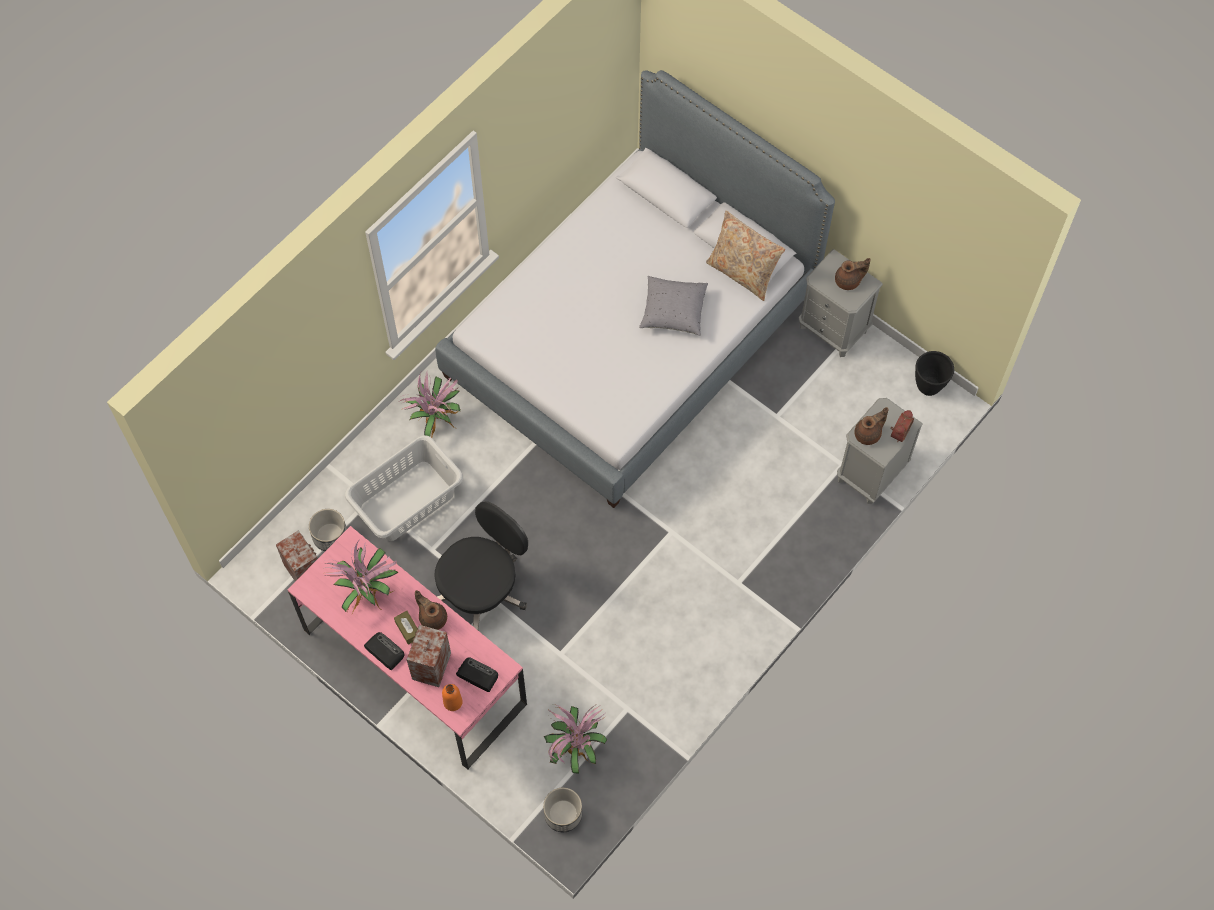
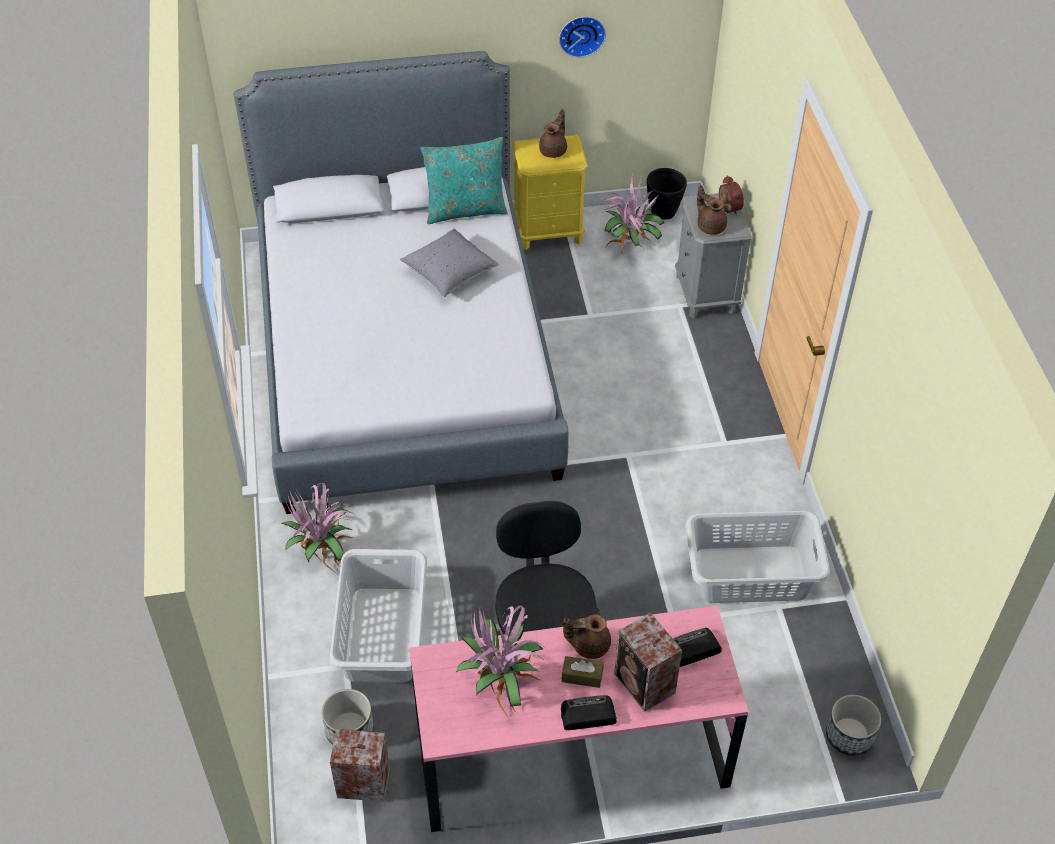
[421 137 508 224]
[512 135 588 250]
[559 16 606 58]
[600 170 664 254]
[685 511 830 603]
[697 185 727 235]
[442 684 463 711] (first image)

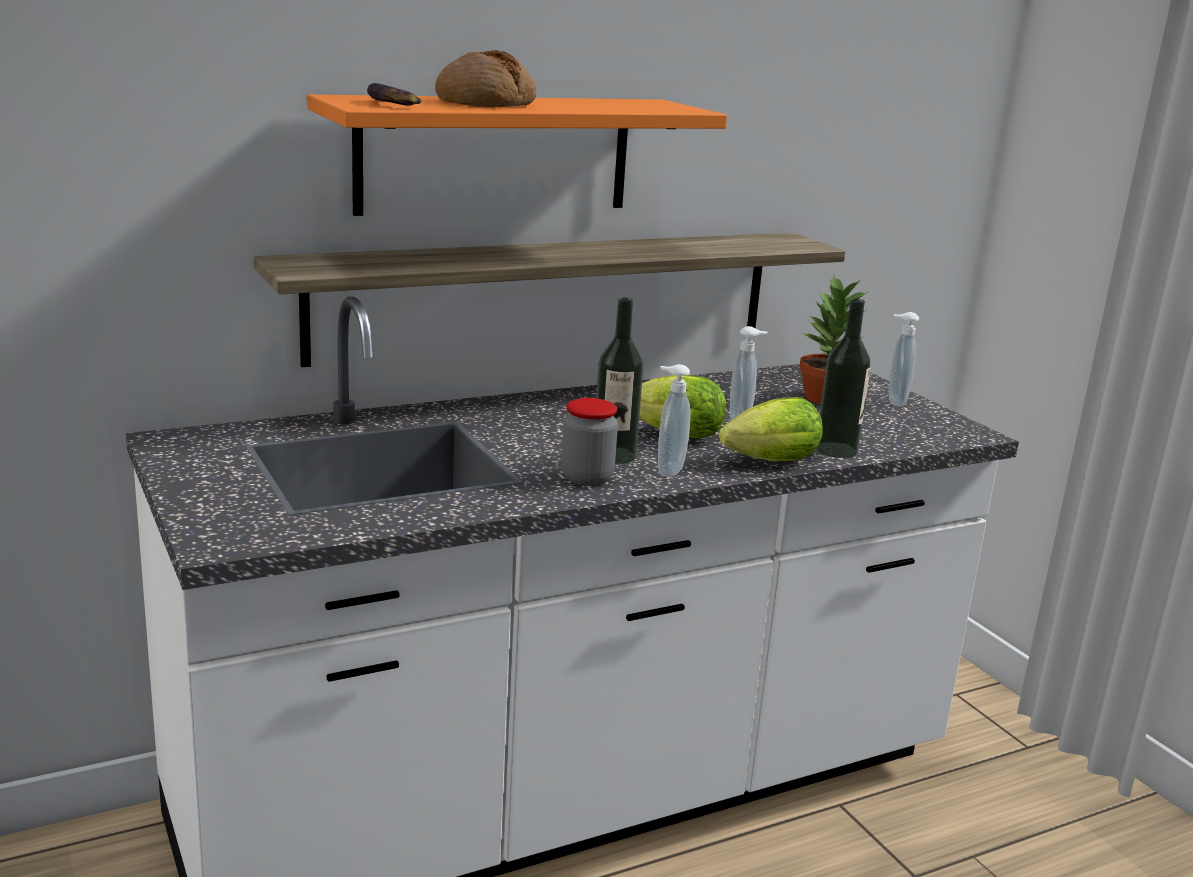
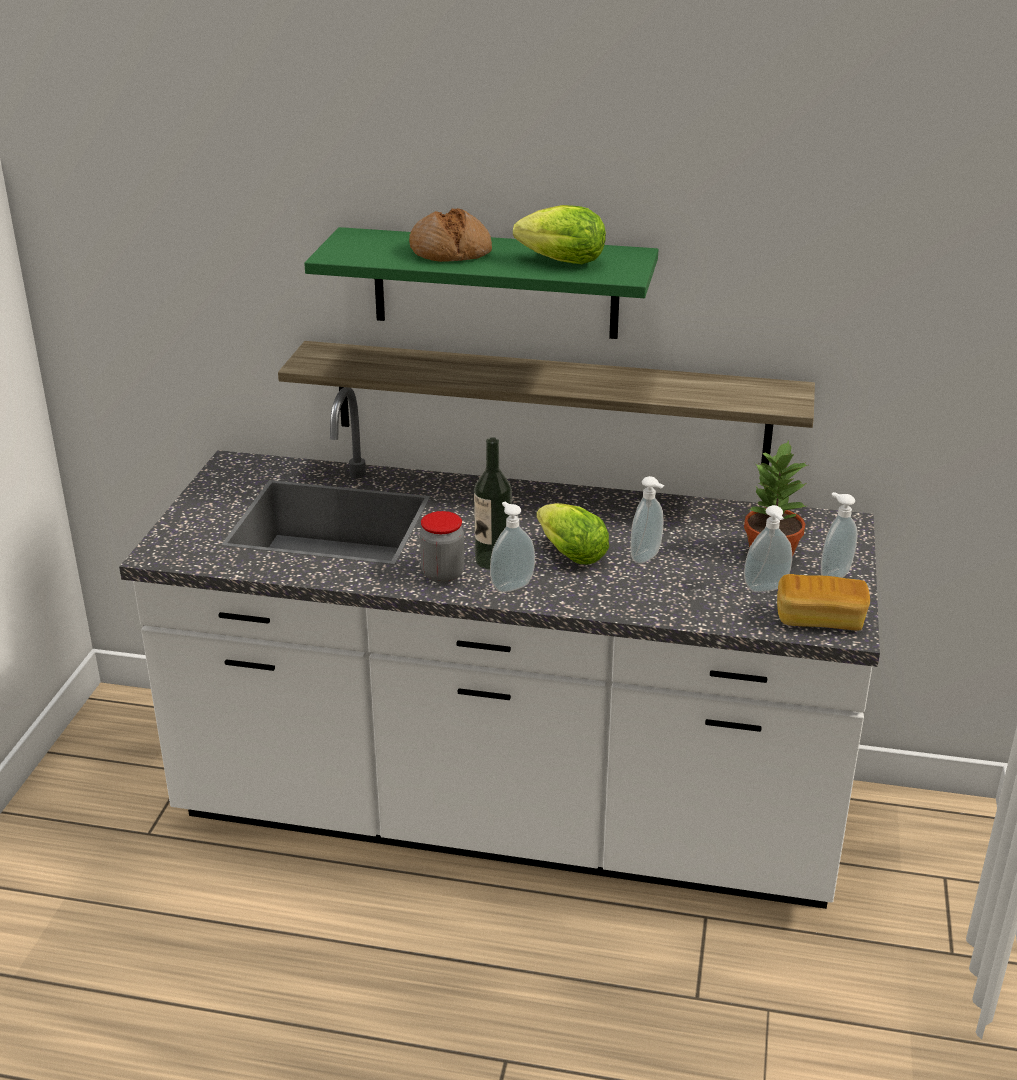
[304 227 658 339]
[513 205 606 264]
[744 505 792 592]
[777 574 870 630]
[367 83 421 106] (first image)
[816 299 871 458] (first image)

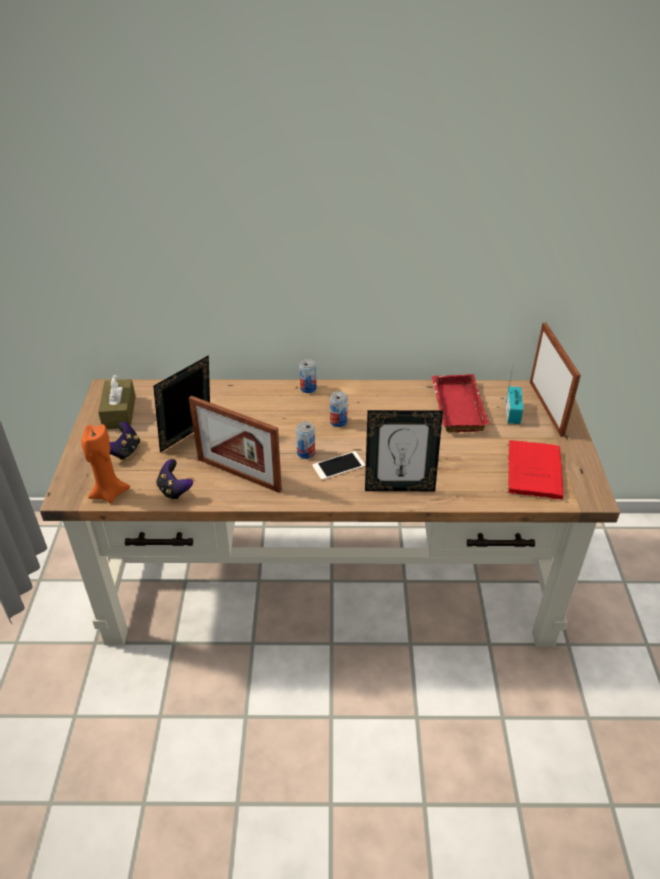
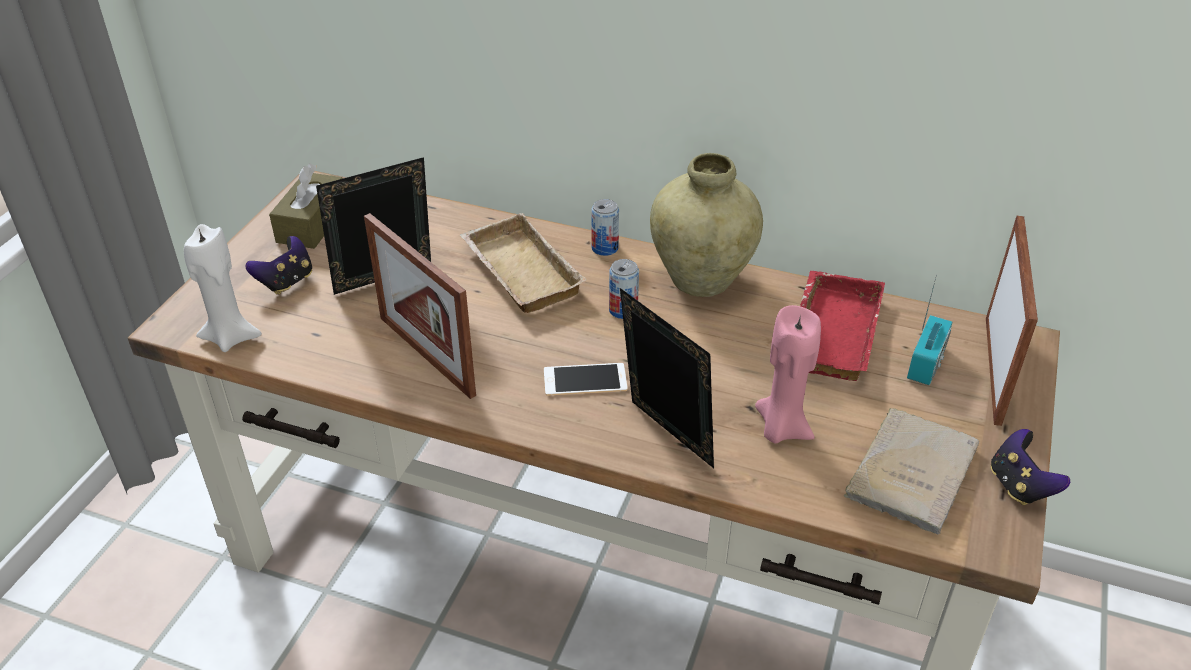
[184 224 262 352]
[460 213 587 313]
[620 288 714 468]
[650 153 763 297]
[755 305 821 443]
[844 408 979 535]
[990 429 1070 505]
[296 422 315 459] (first image)

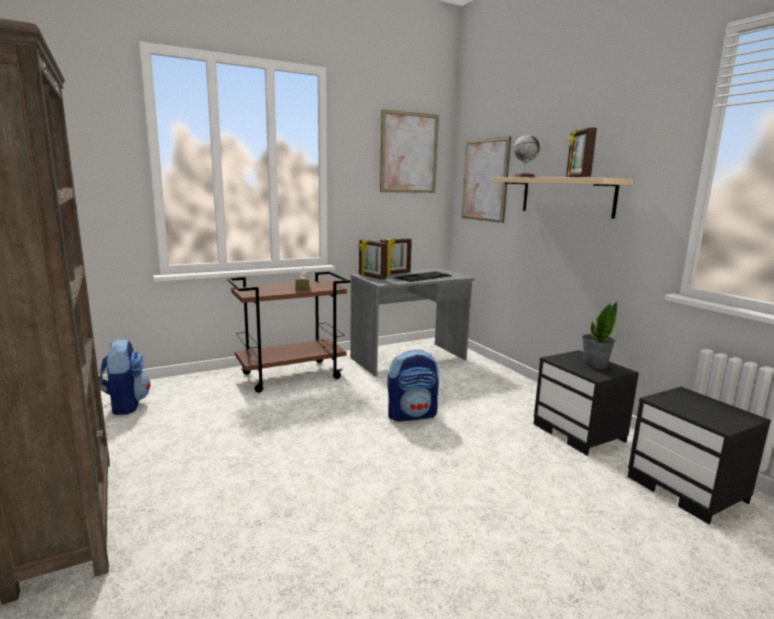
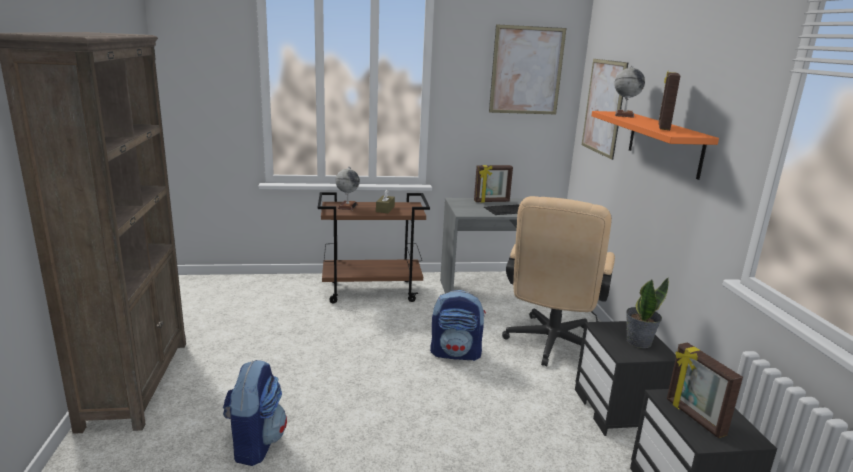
[223 360 287 466]
[336 167 360 210]
[502 196 615 366]
[592 111 719 180]
[667 342 743 438]

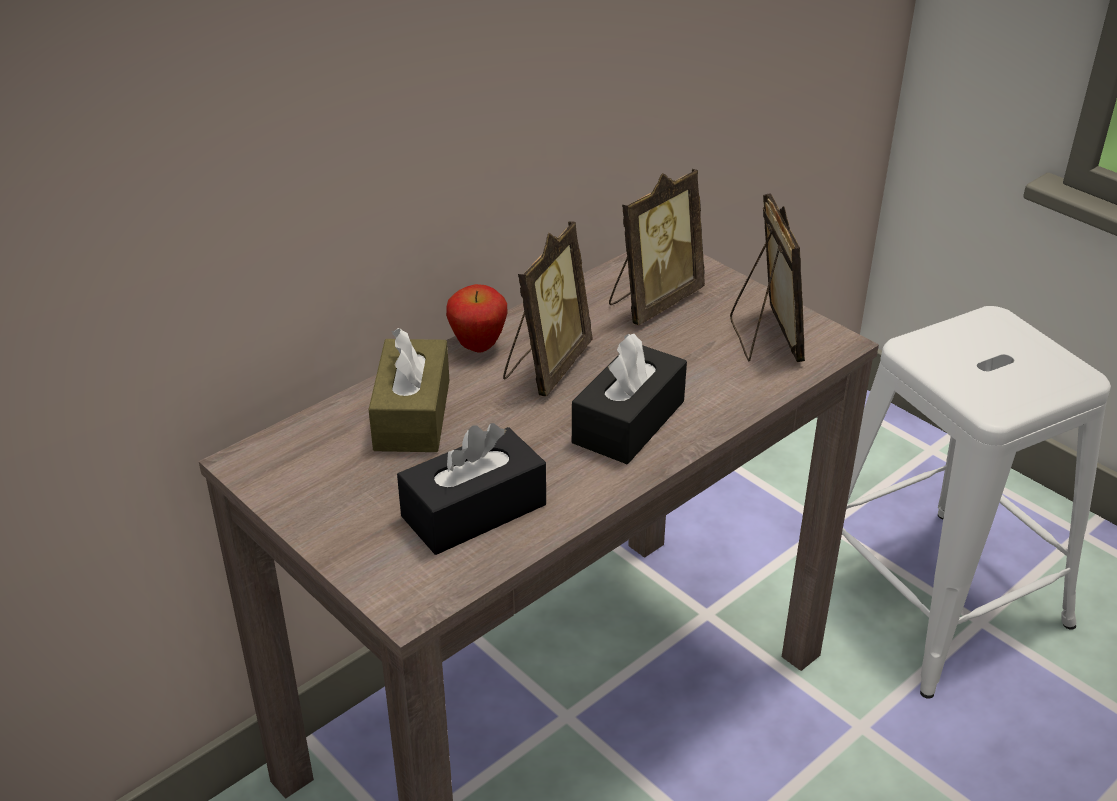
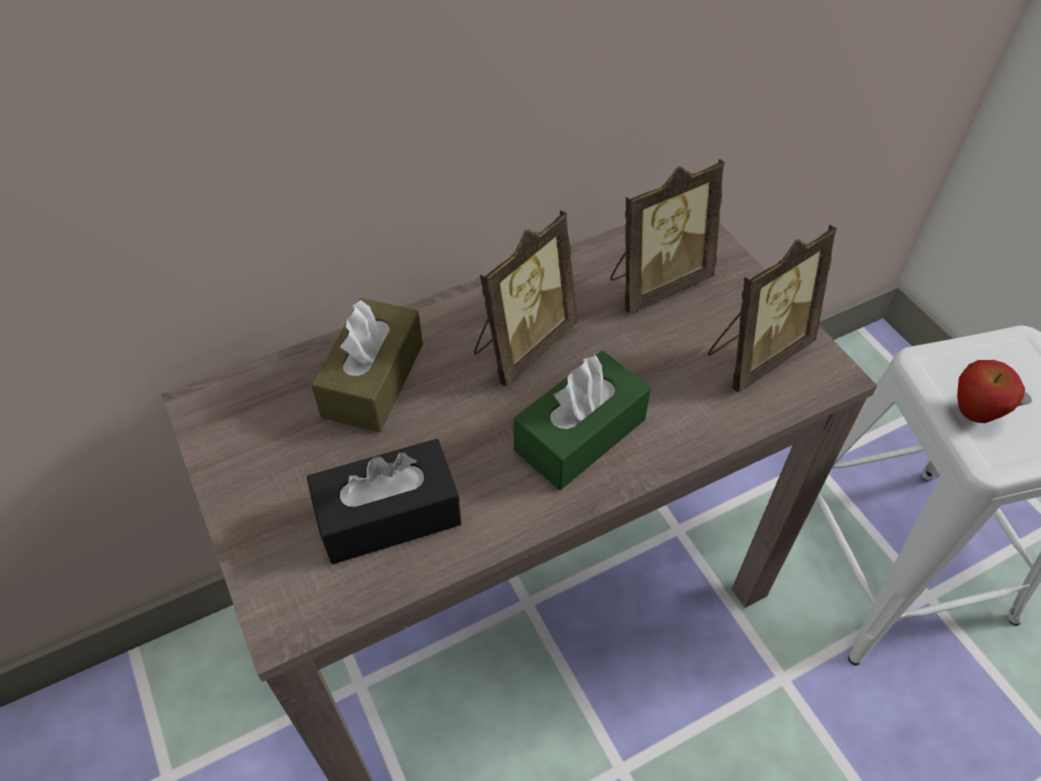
[513 351 651 490]
[708 225 837 393]
[957 360 1025 423]

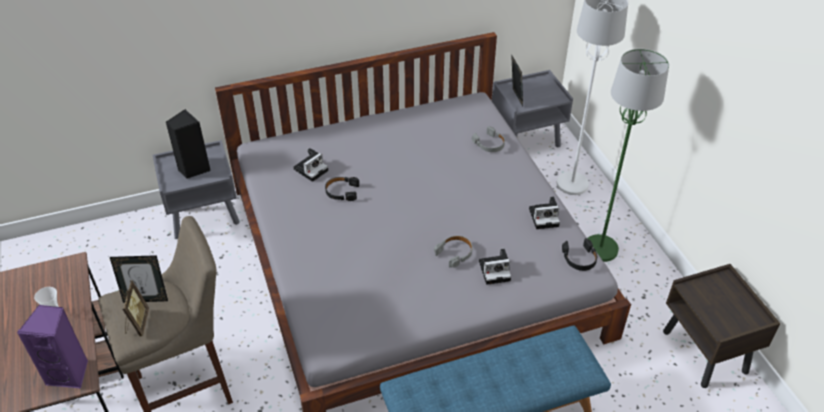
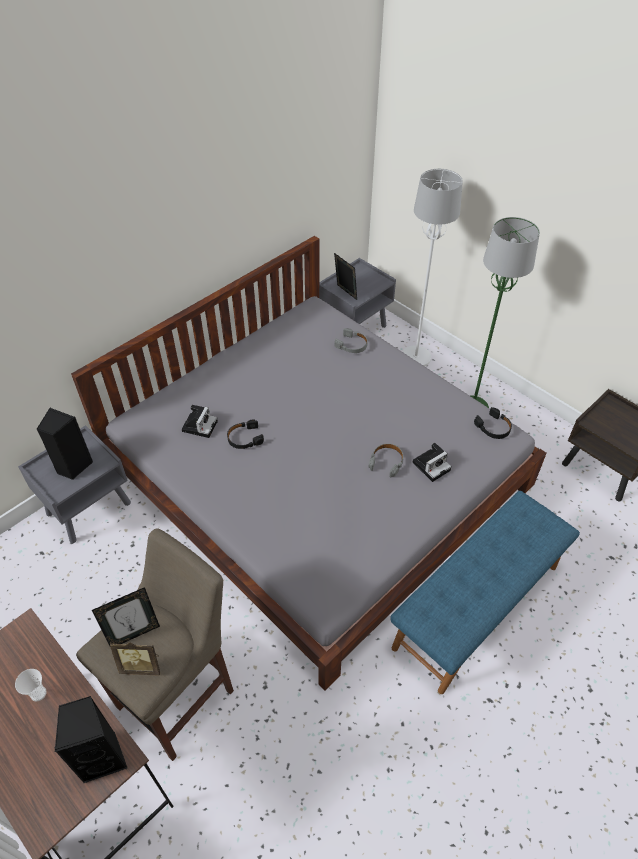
[55 696 127 783]
[110 642 160 675]
[529 196 560 229] (first image)

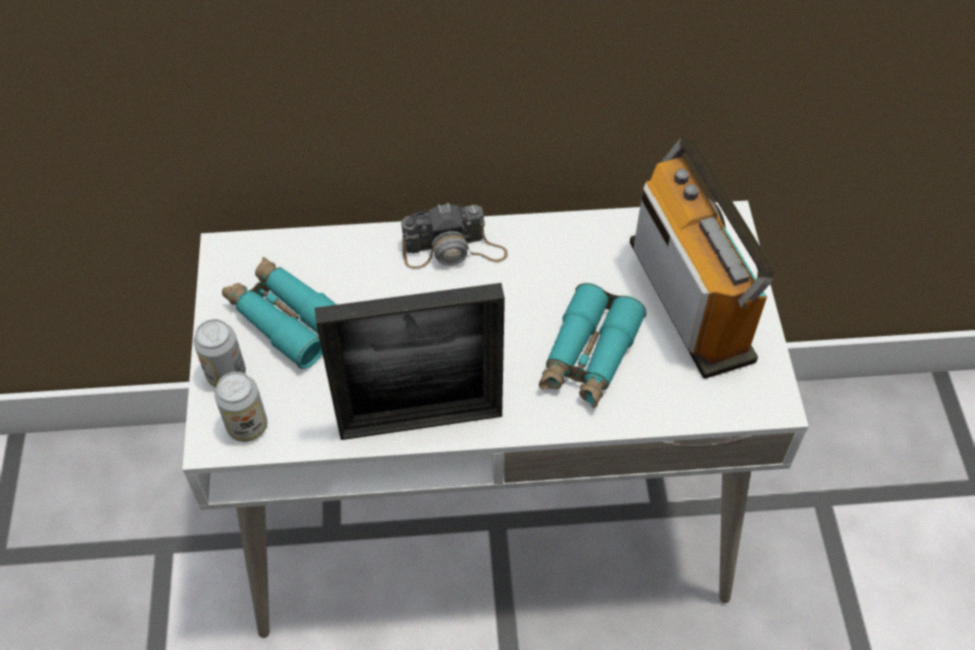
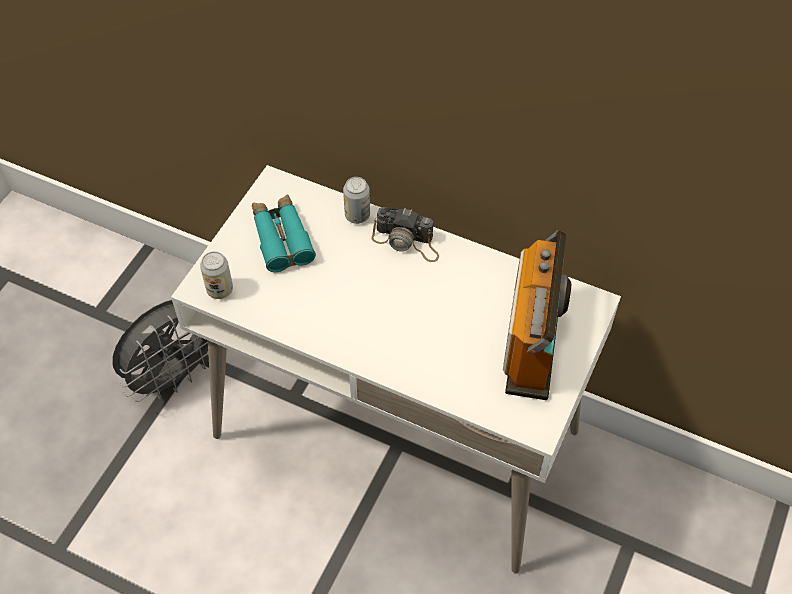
[113 300 208 402]
[343 177 370 224]
[315 283 505 440] (first image)
[539 283 647 408] (first image)

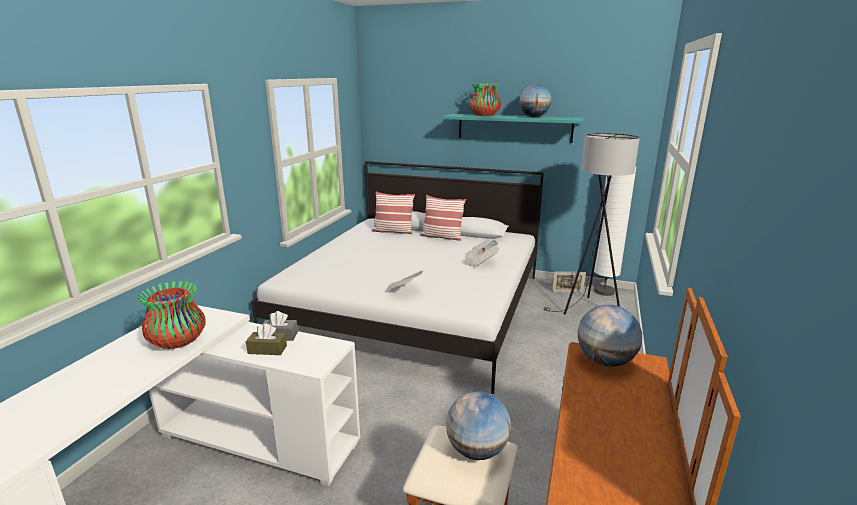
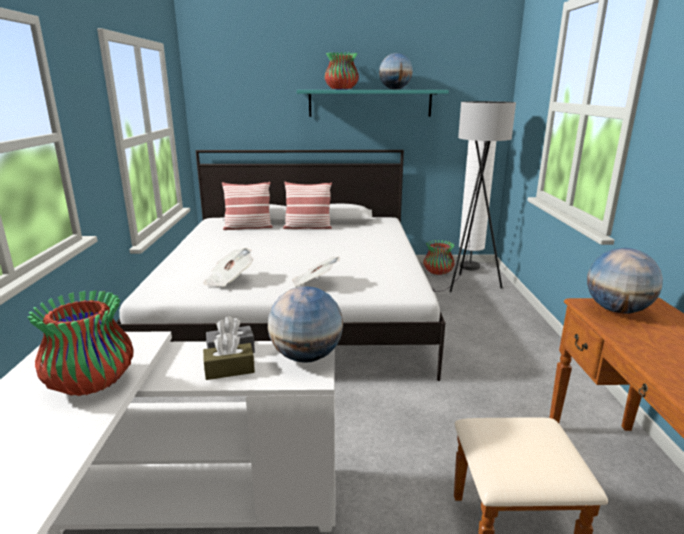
[204 248 253 287]
[268 287 343 363]
[423 240 454 275]

